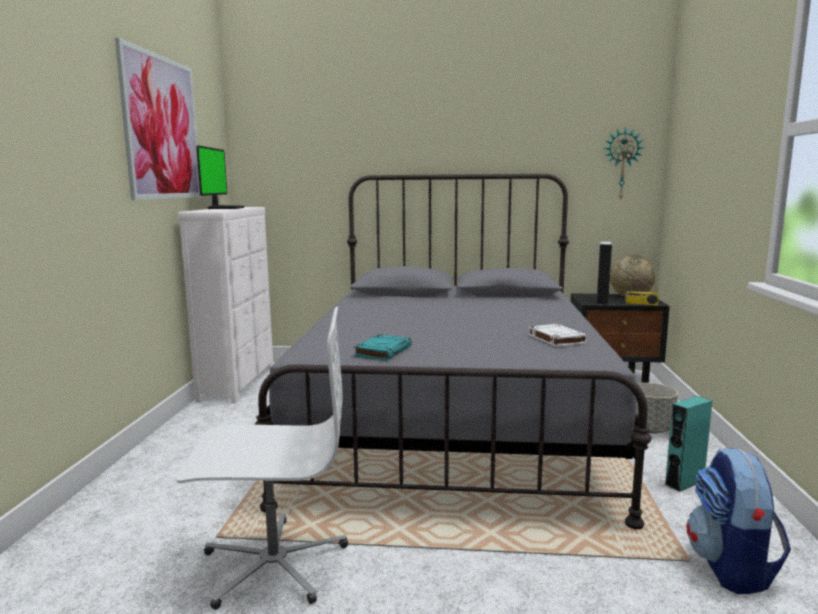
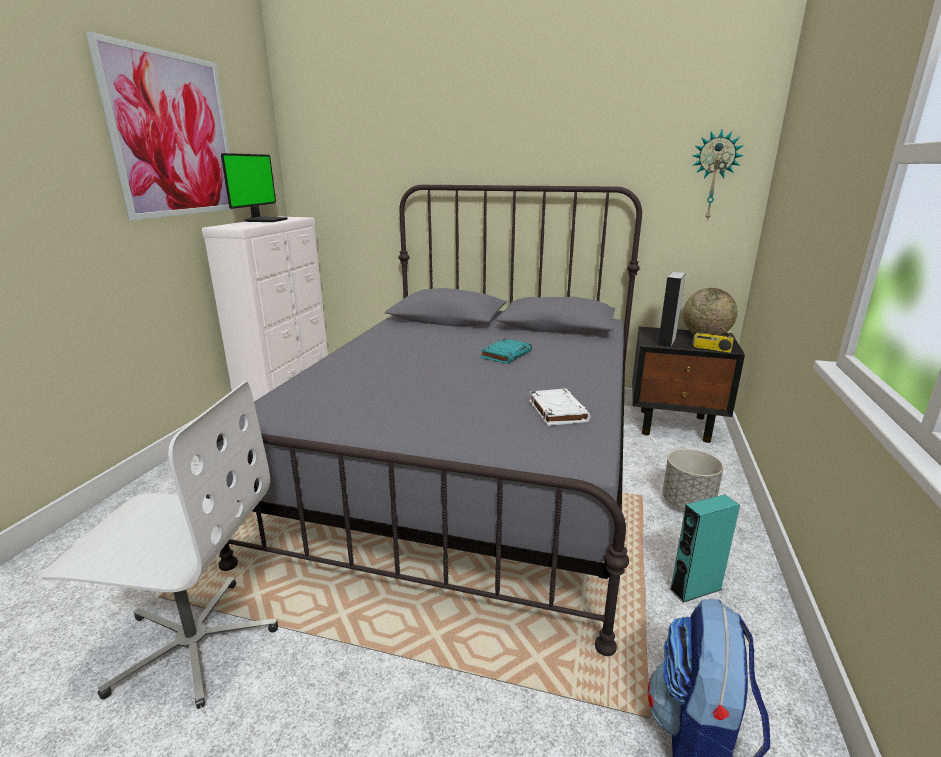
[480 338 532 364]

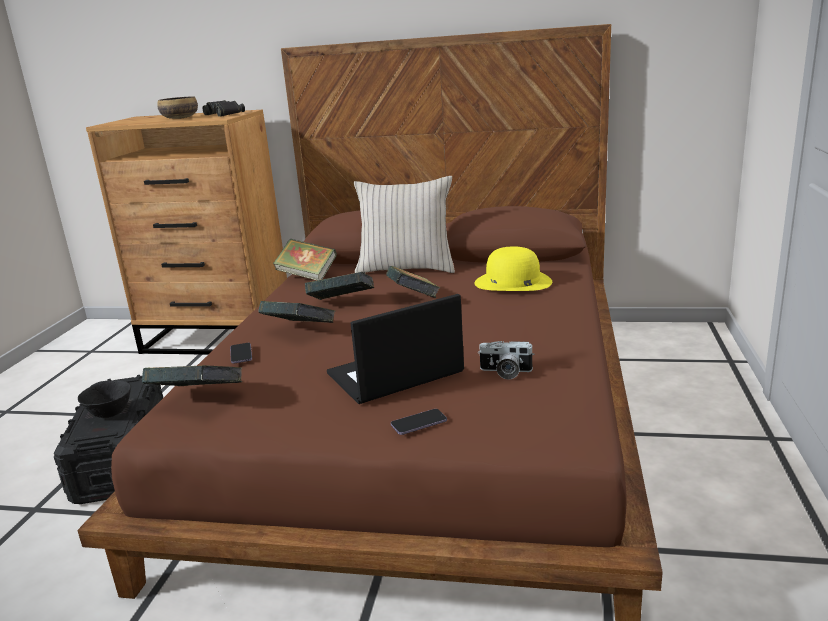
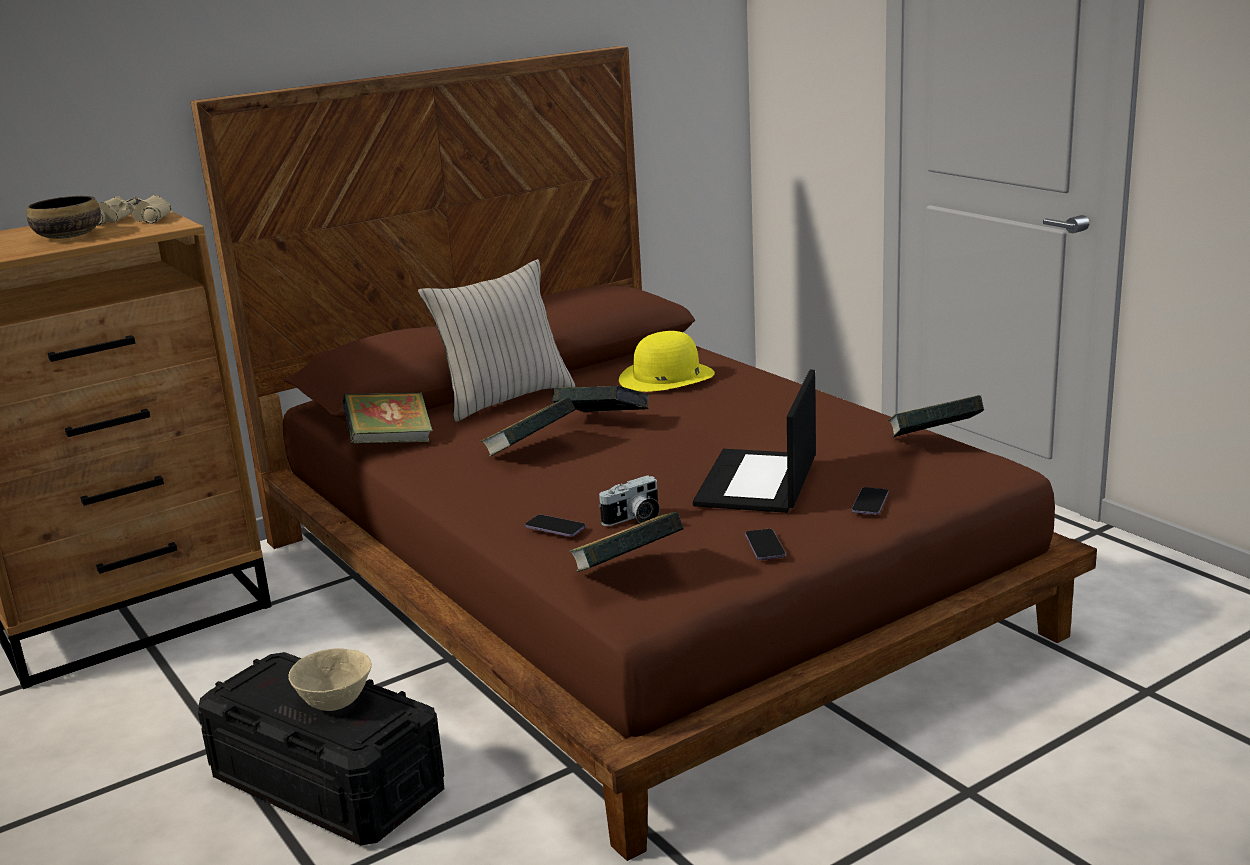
[97 195 171 226]
[288 648 372 711]
[599 475 660 526]
[745 529 786 560]
[888 395 984 438]

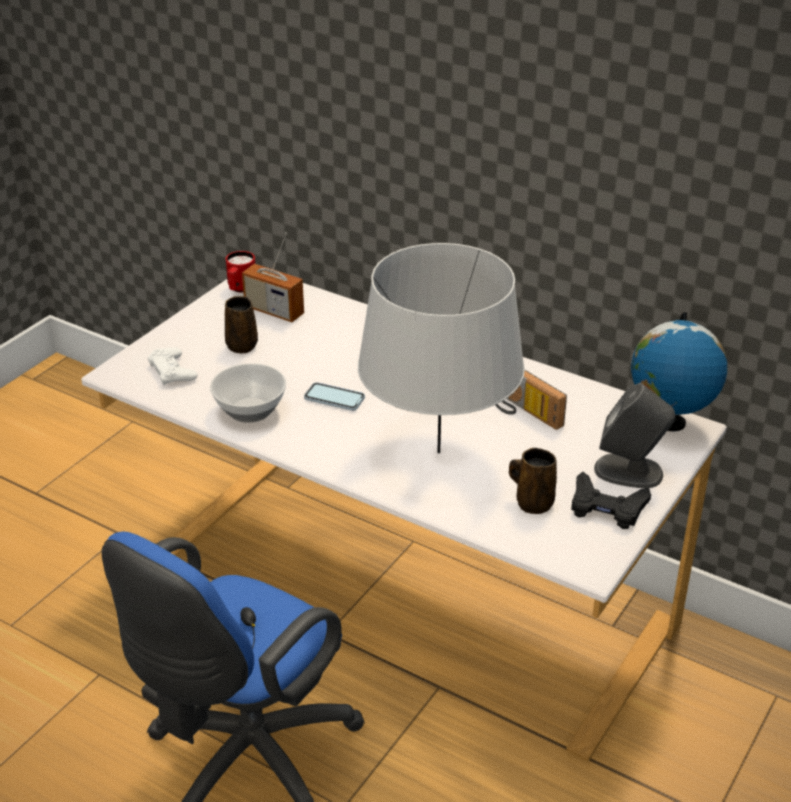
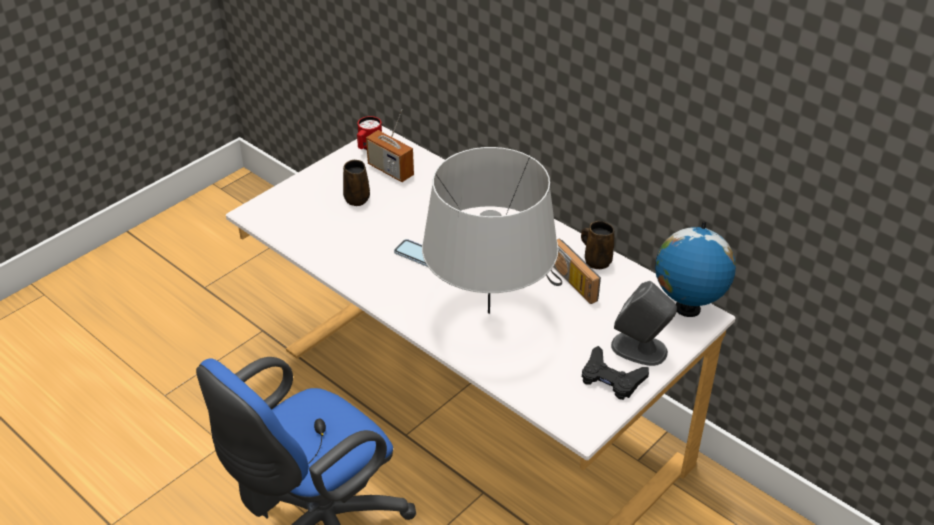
[581 221 615 269]
[147 347 197 385] (first image)
[210 363 286 423] (first image)

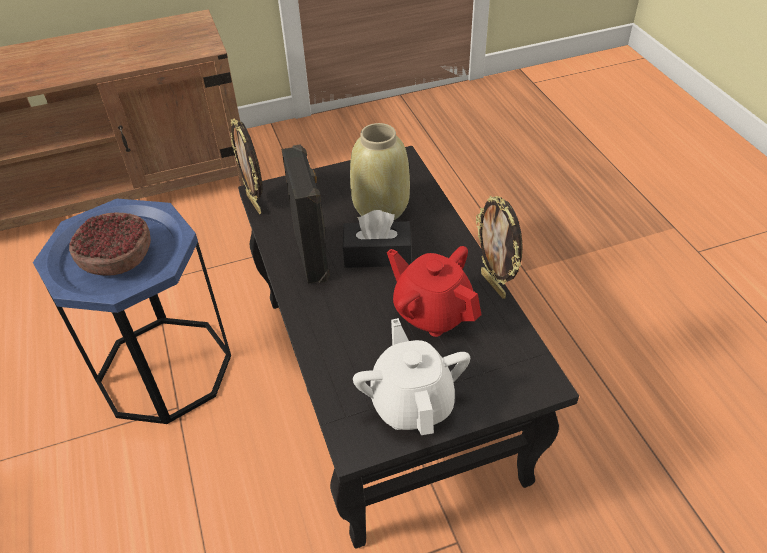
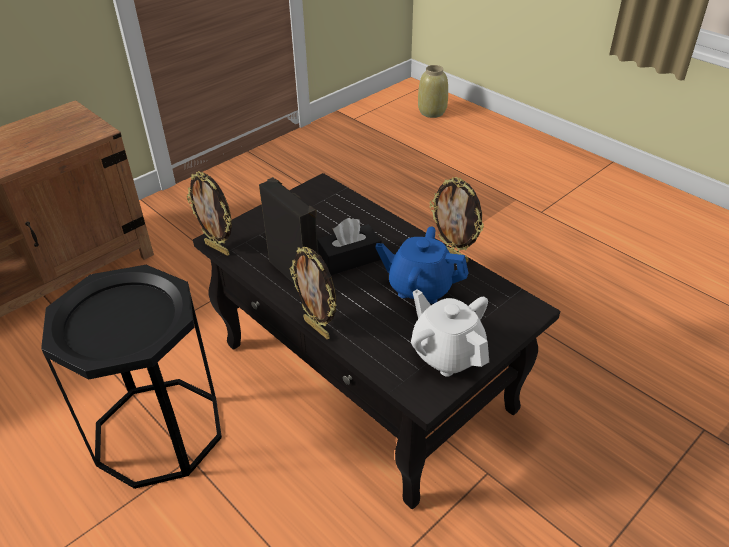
[41 265 222 489]
[290 247 336 339]
[375 227 468 304]
[418 65 448 118]
[69 213 151 276] (first image)

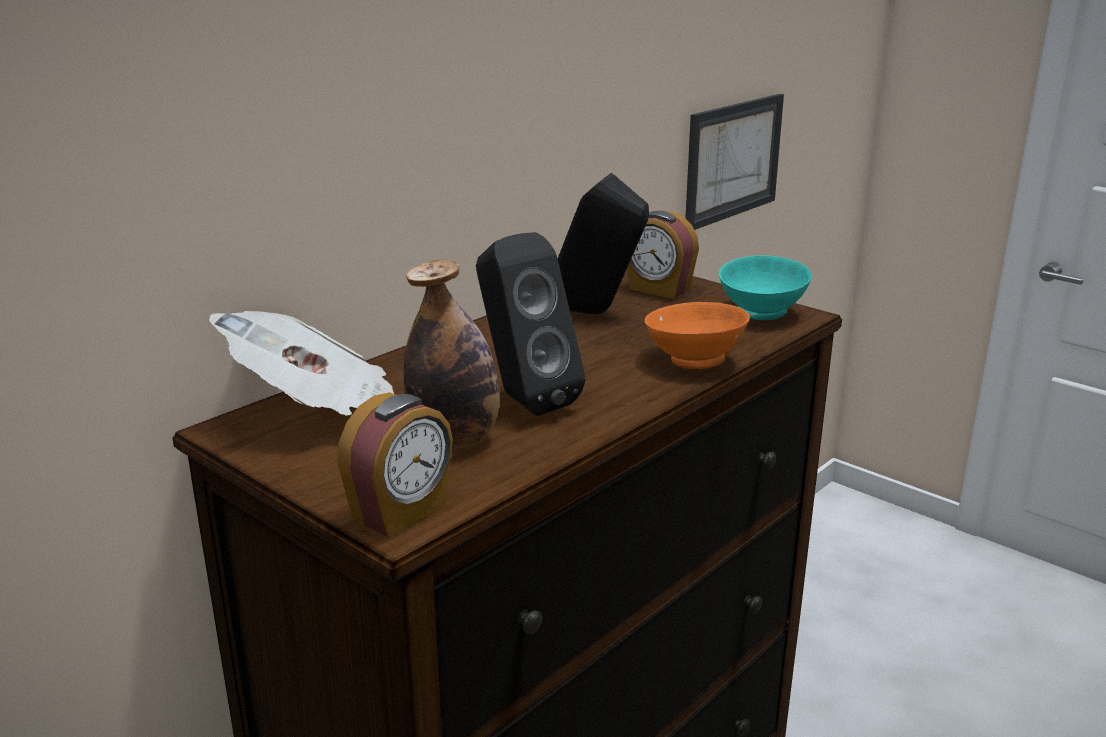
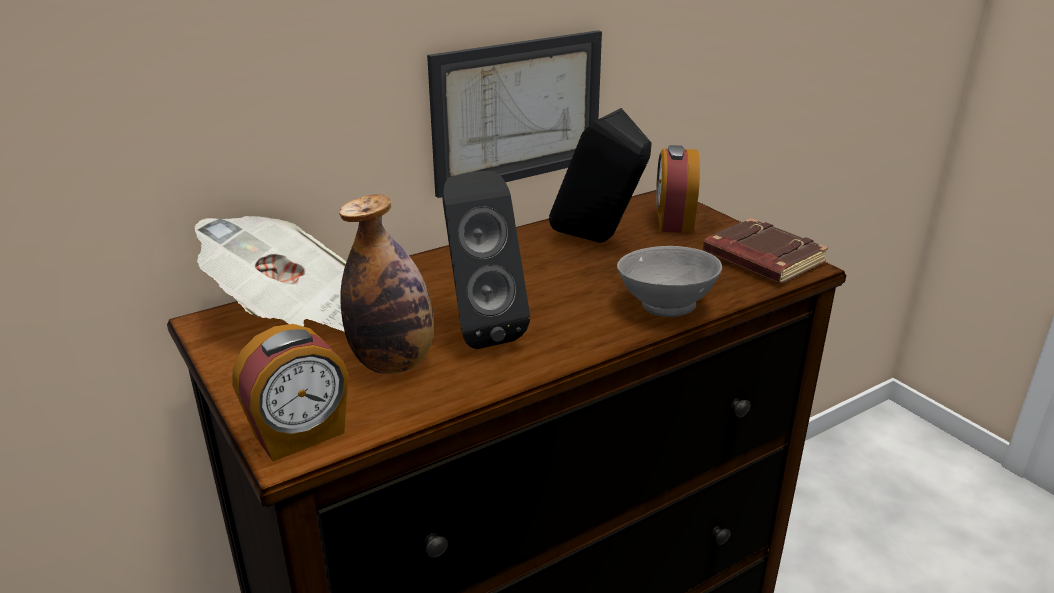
[427 30 602 198]
[617 246 722 317]
[656 145 700 233]
[703 218 828 284]

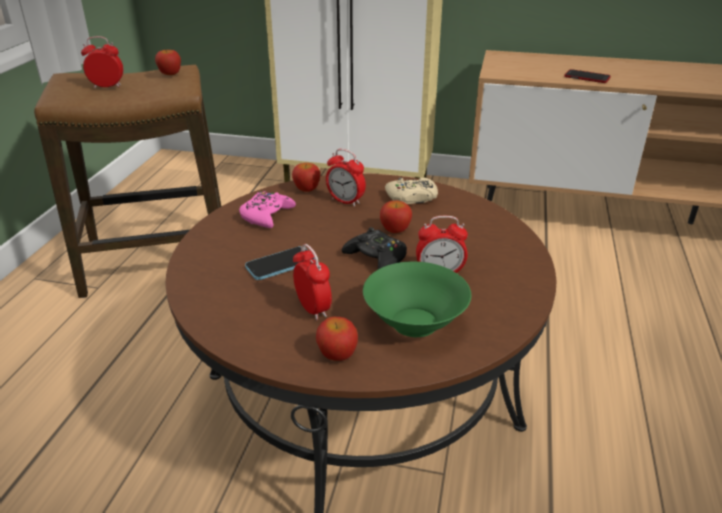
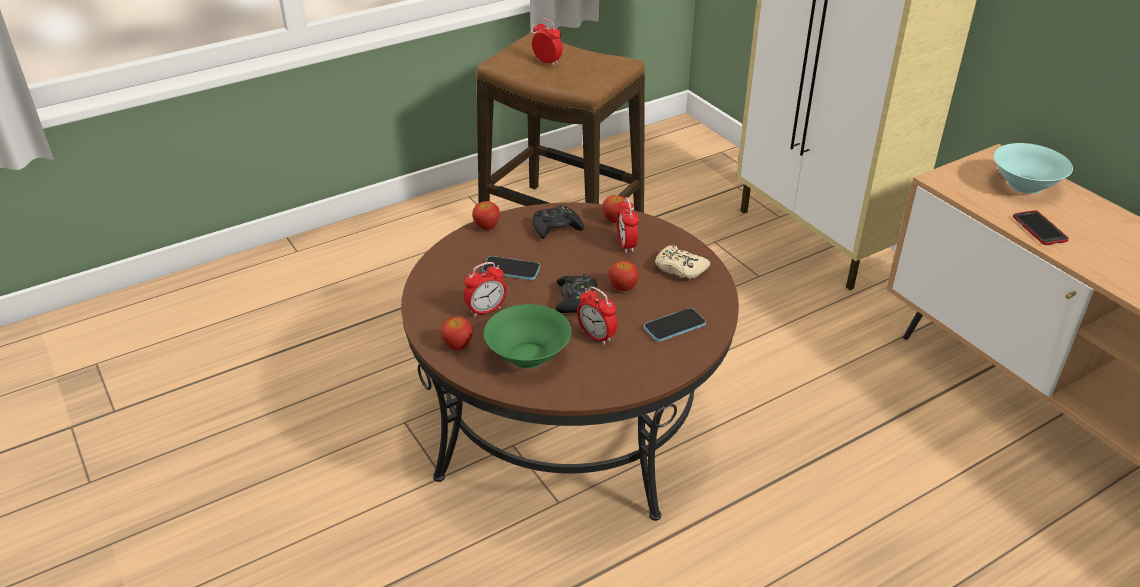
[464 262 507 317]
[472 201 500 230]
[533 205 584 239]
[644 308 706 342]
[993 143 1073 194]

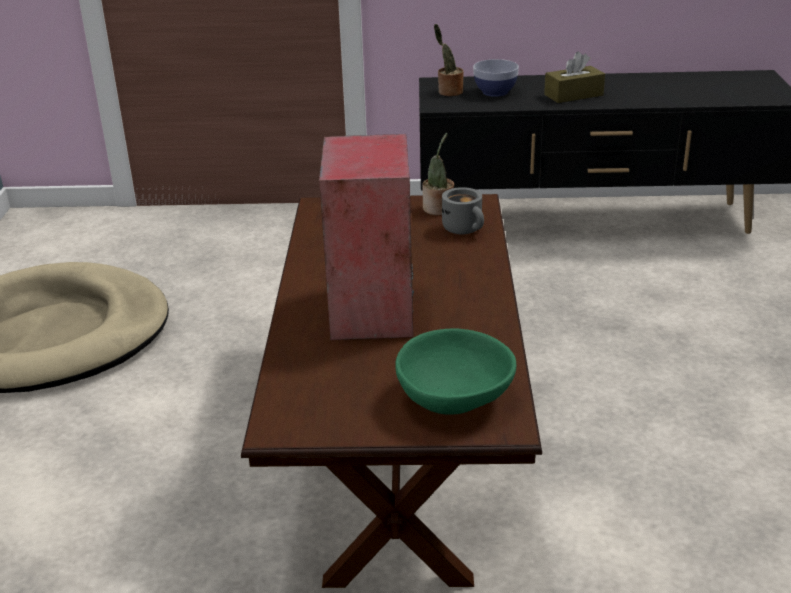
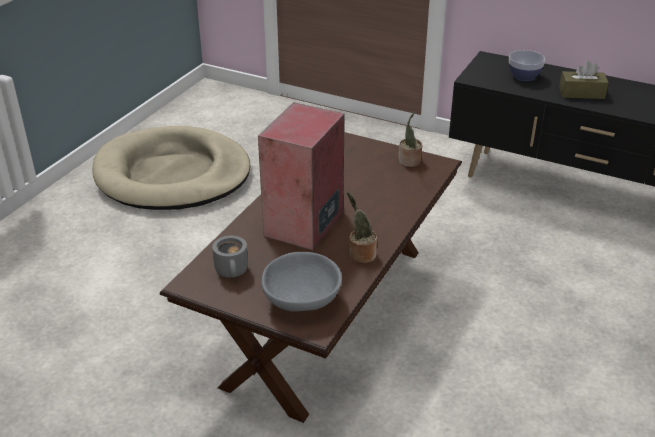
[212 236 248 278]
[261 252 342 312]
[347 192 377 264]

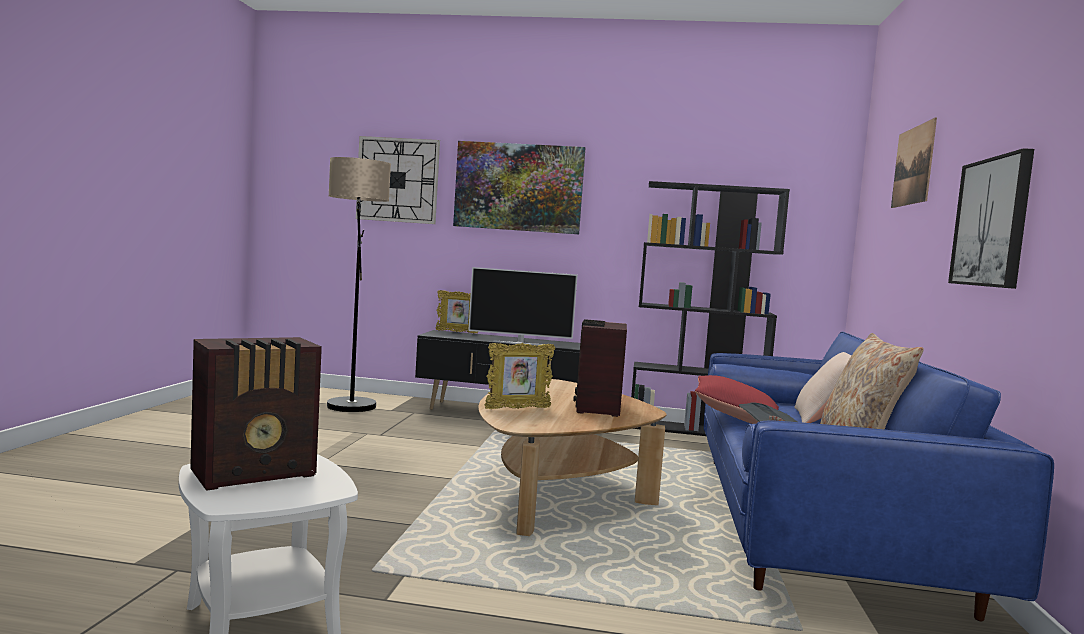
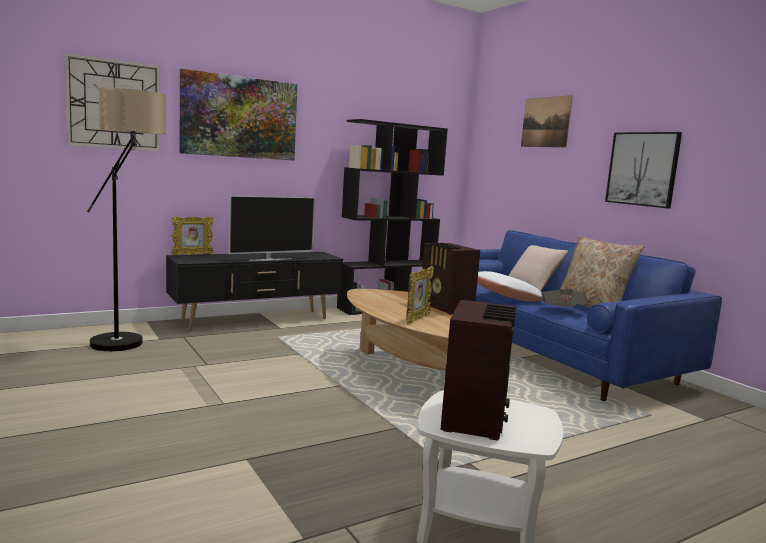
[477 271 543 302]

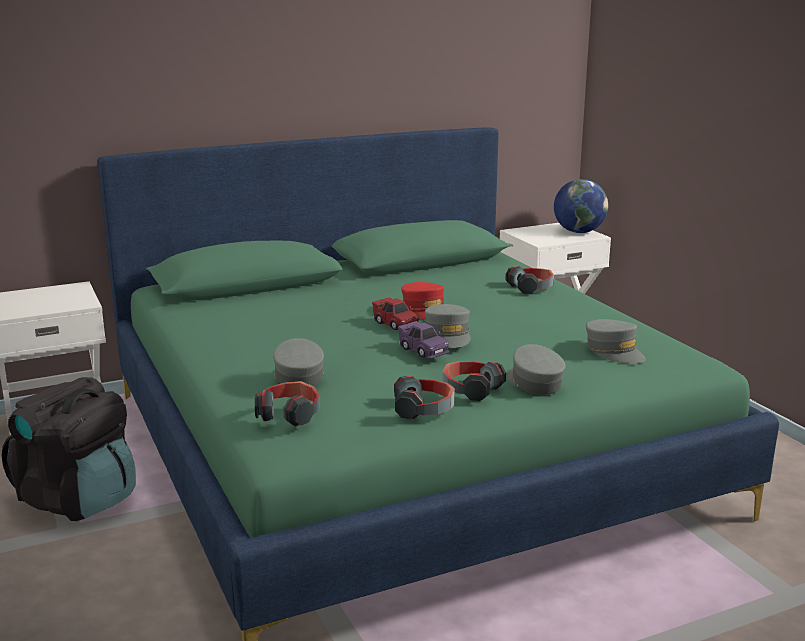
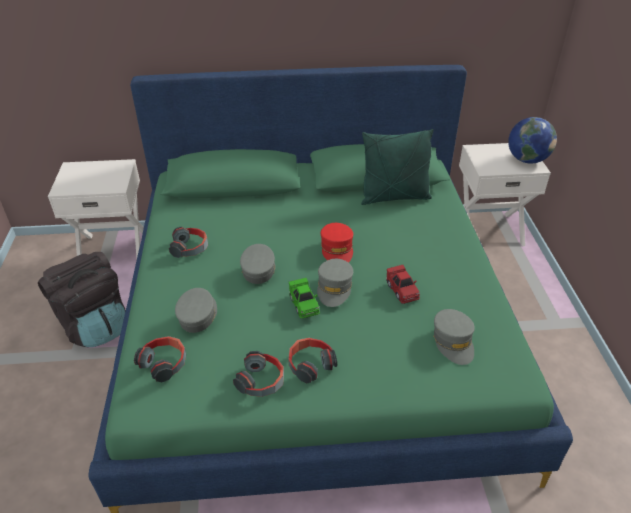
[169 226 208 258]
[240 244 276 284]
[289 278 320 319]
[361 129 434 205]
[386 265 420 304]

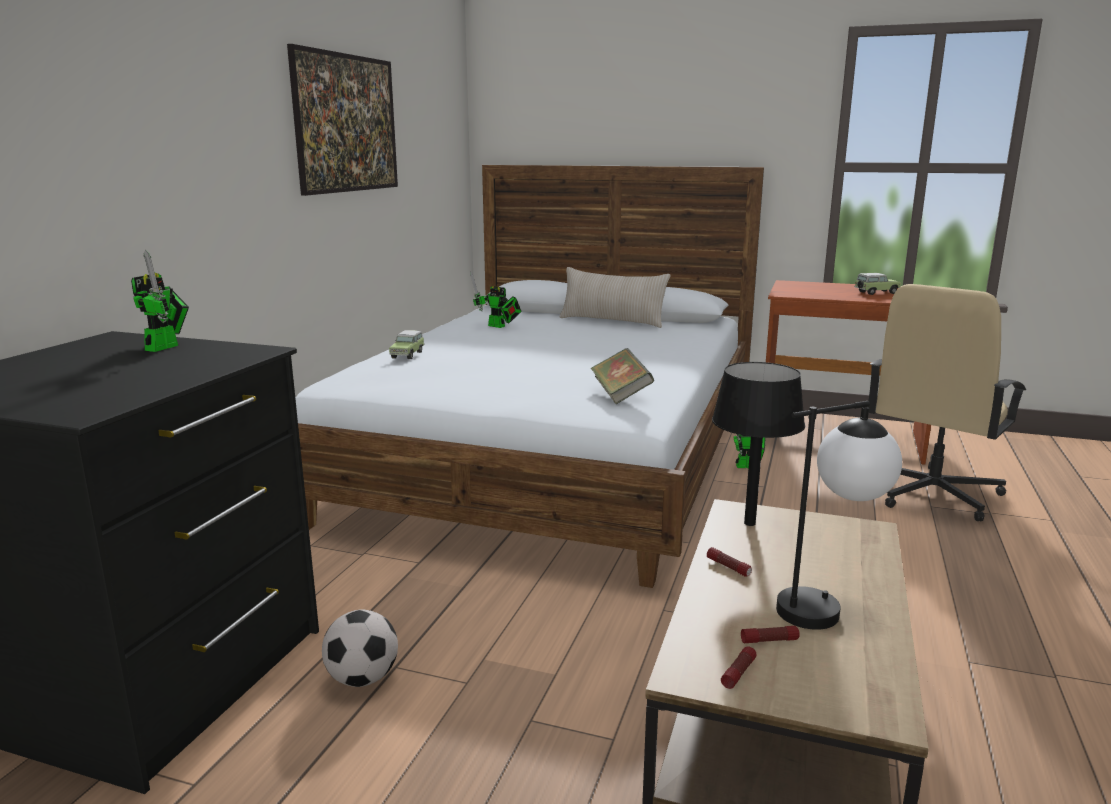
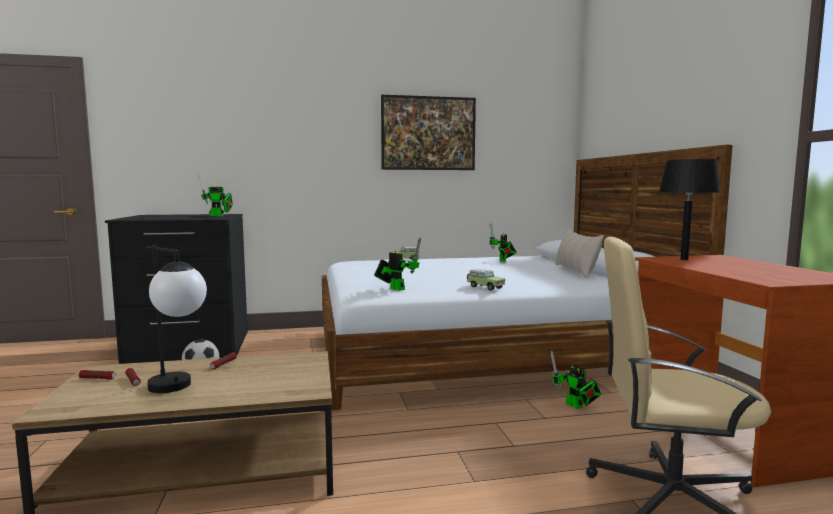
[374 237 421 291]
[467 269 505 290]
[659 159 721 260]

